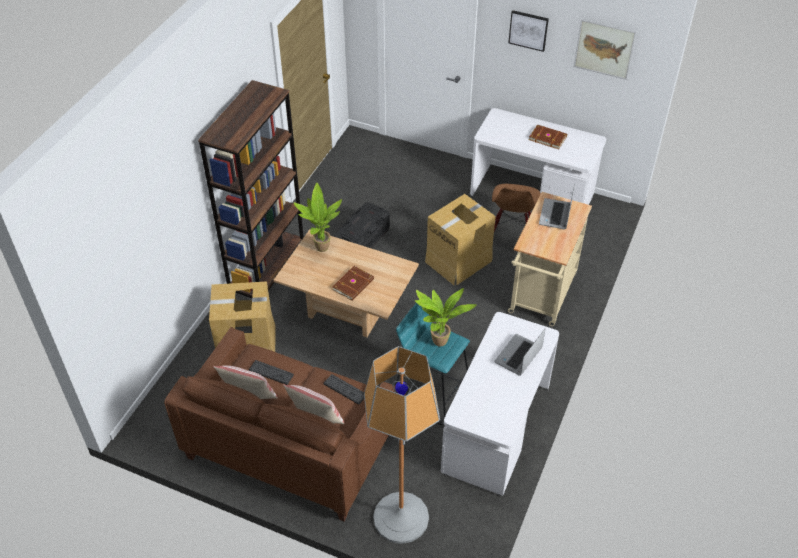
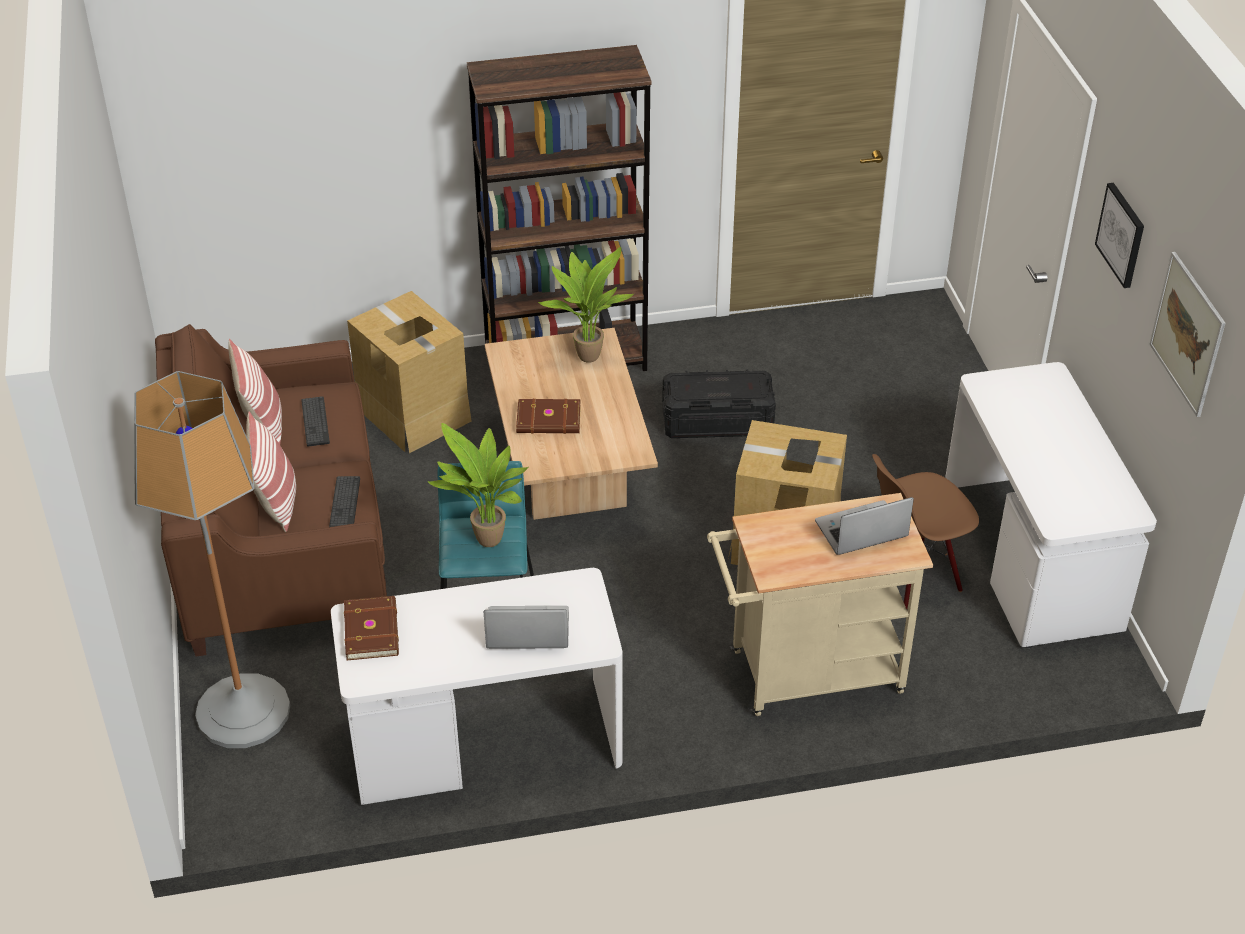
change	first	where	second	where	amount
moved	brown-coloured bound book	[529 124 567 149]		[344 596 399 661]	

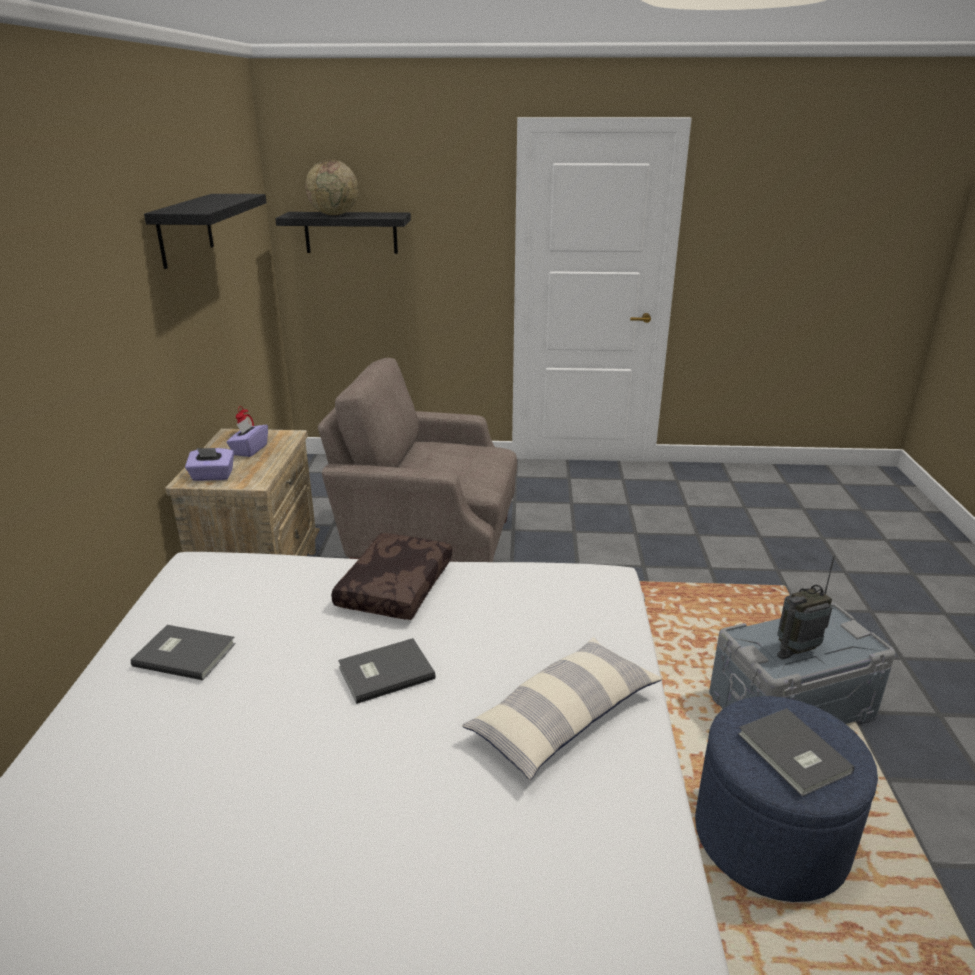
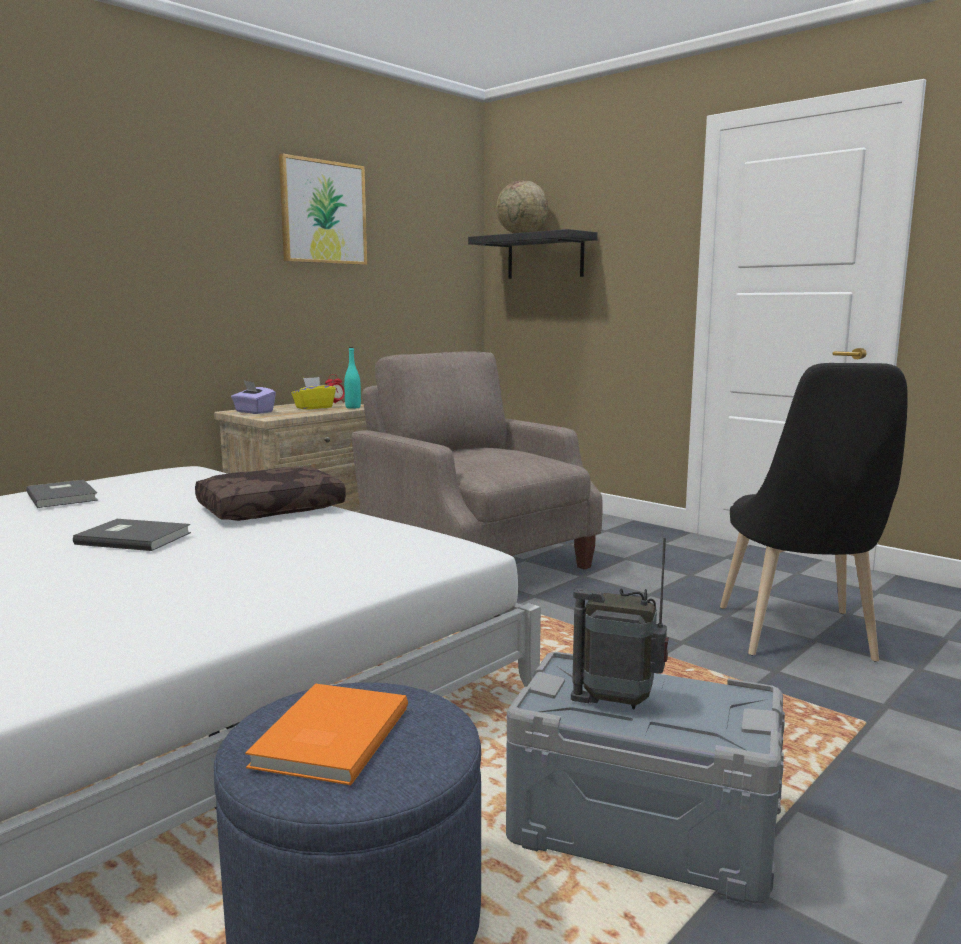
change	first	where	second	where	amount
replaced	blackish bracket shelf	[144 194 267 269]	wall picture	[279 153 367 265]	
recoloured	purplish tissue box	[227 418 268 457]	yellow tissue box	[291 377 336 410]	
removed	cushion	[462 637 662 780]			
recoloured	greyish bound book	[738 708 854 796]	orangey bound book	[245 684 408 785]	
added			turquoise drink bottle	[344 347 361 409]	
added			blackish upright chair	[720 363 908 662]	

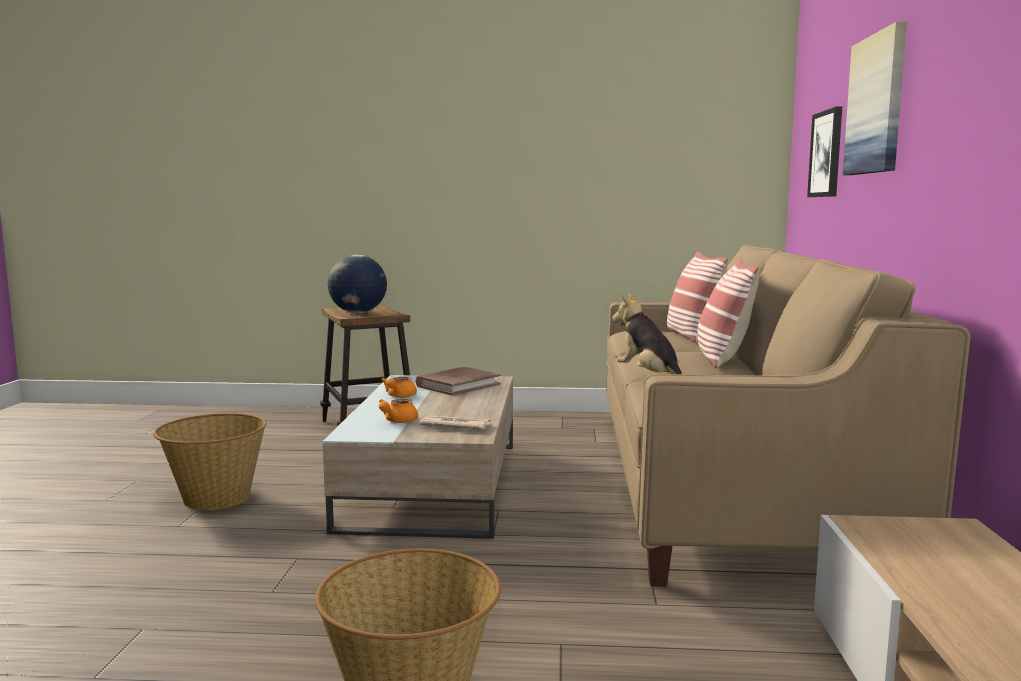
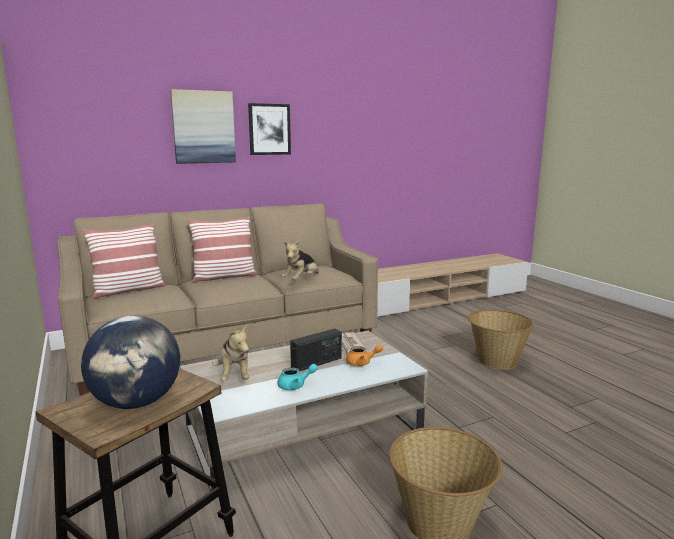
change	first	where	second	where	amount
moved	wall picture	[807 107 842 197]		[248 103 291 155]	
replaced	brown-coloured bound book	[416 367 501 395]	cuddly toy	[213 325 249 381]	
recoloured	orangey teapot	[381 377 417 398]	turquoise teapot	[277 364 318 390]	
added			radio	[290 329 342 371]	

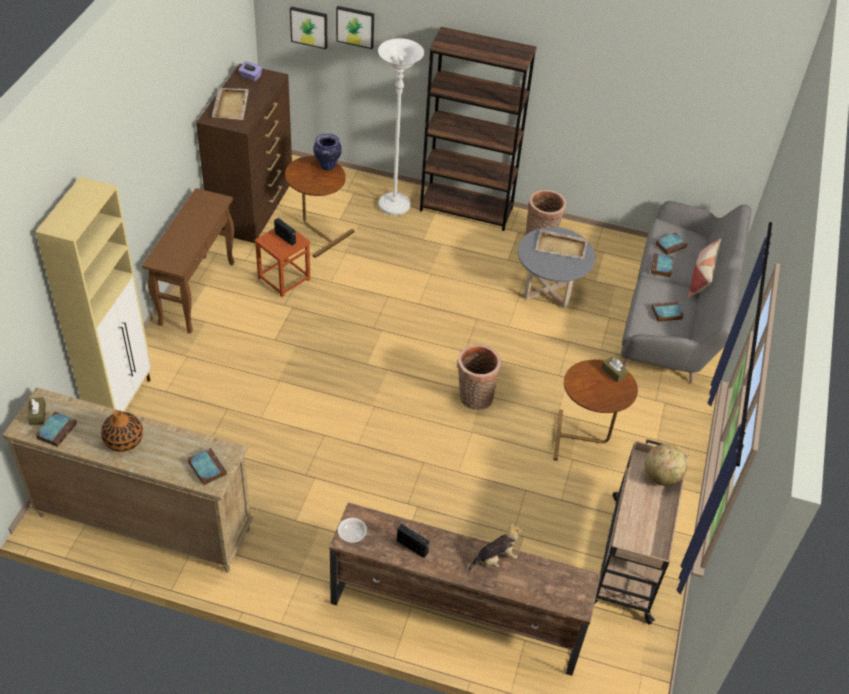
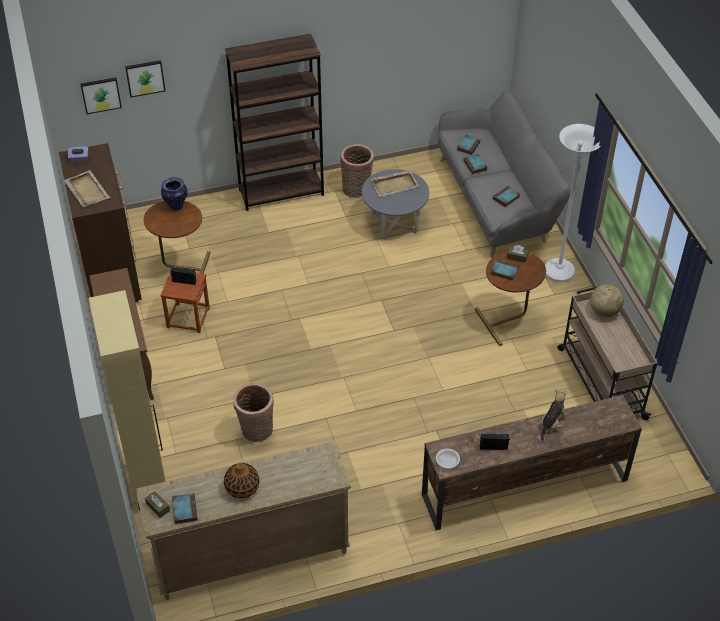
change	first	where	second	where	amount
moved	whitish standard lamp	[378 38 424 215]		[545 124 601 282]	
removed	cushion	[688 238 721 298]			
moved	storage basket	[457 344 501 410]		[233 383 274 442]	
moved	bound book	[188 448 226 486]		[490 259 519 281]	

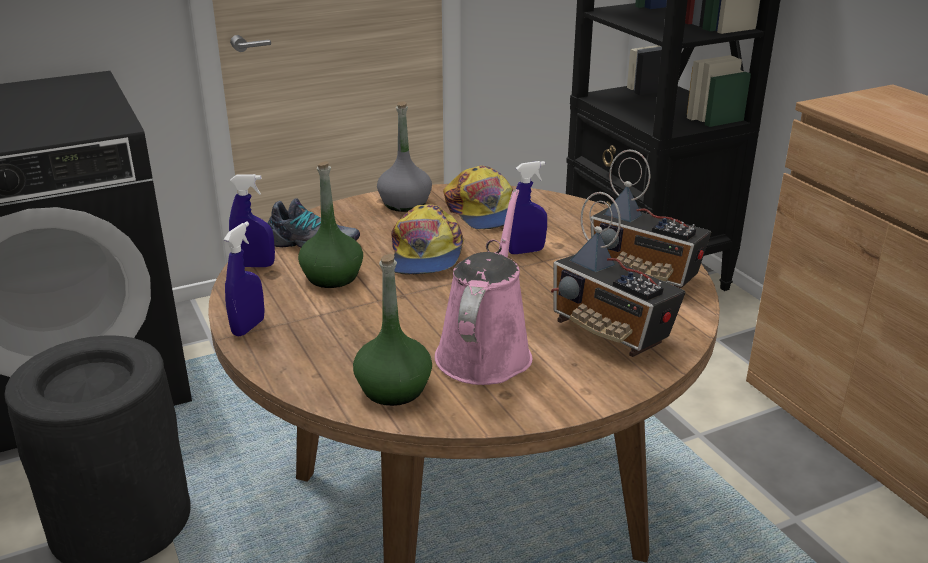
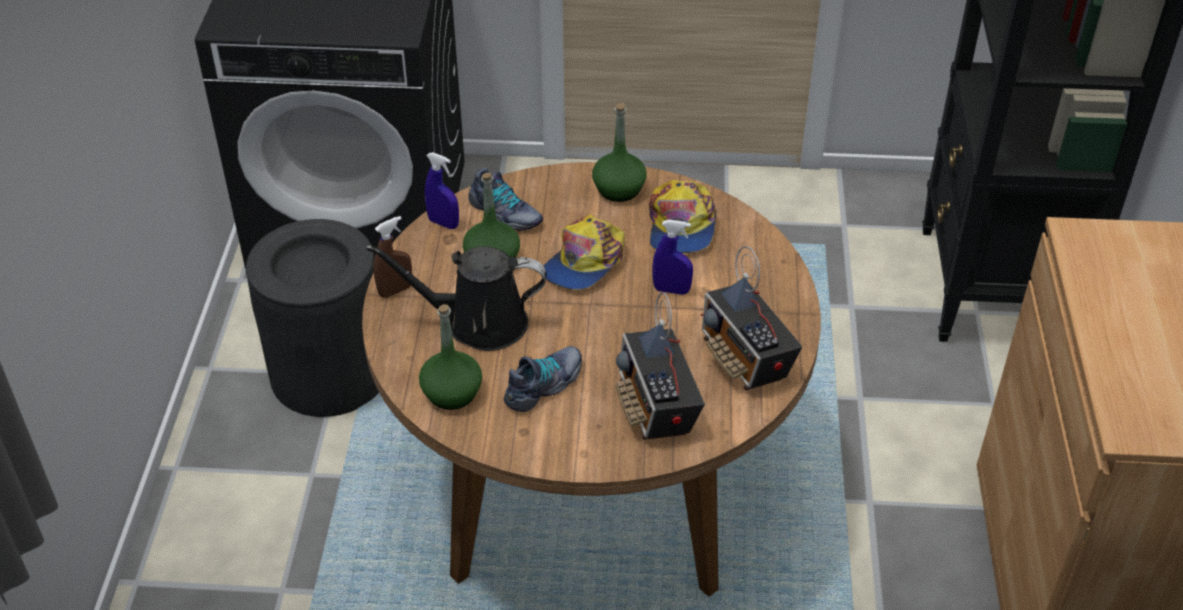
change	first	where	second	where	amount
recoloured	greyish drink bottle	[377 101 432 212]	green drink bottle	[592 103 646 202]	
replaced	pink-coloured watering pot	[435 189 532 385]	item of footwear	[504 346 582 412]	
recoloured	bluish spray bottle	[224 221 265 336]	brown-coloured spray bottle	[374 216 412 298]	
added			blackish watering pot	[366 244 547 351]	

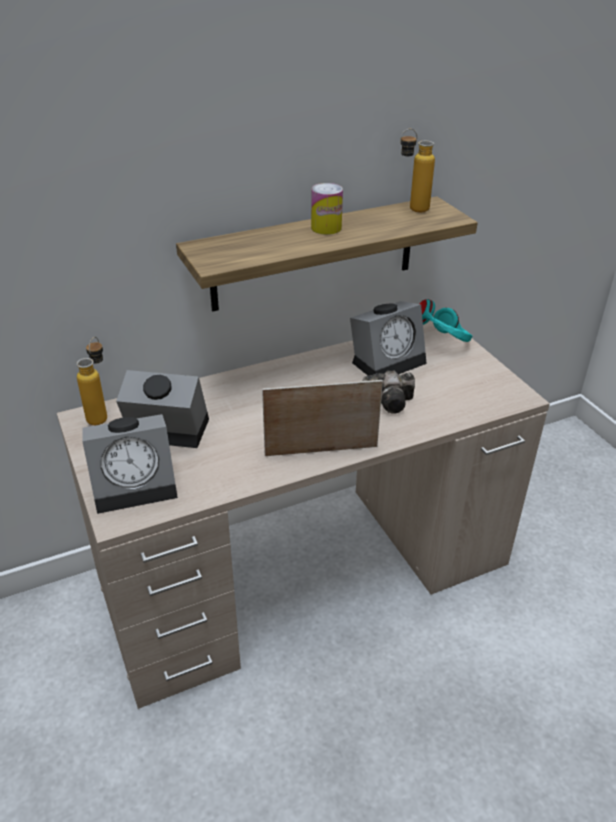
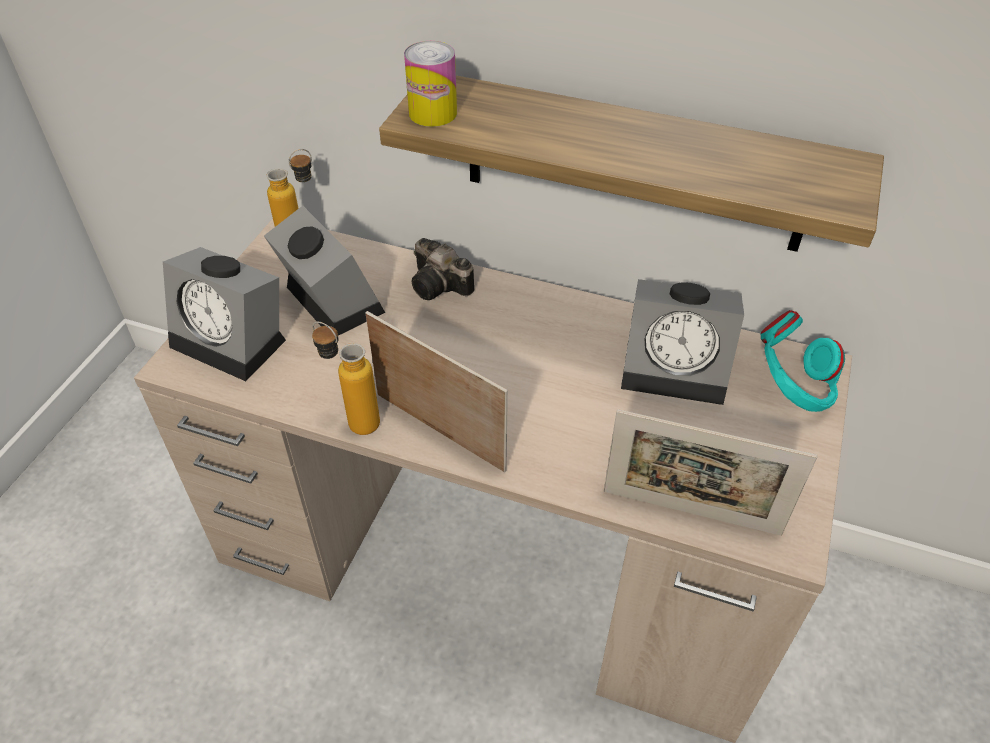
change	first	where	second	where	amount
moved	drink bottle	[400 129 435 213]		[312 322 380 435]	
moved	metal can	[311 183 343 235]		[404 41 457 127]	
moved	still camera	[363 370 415 414]		[412 238 474 300]	
added			picture frame	[604 409 818 536]	

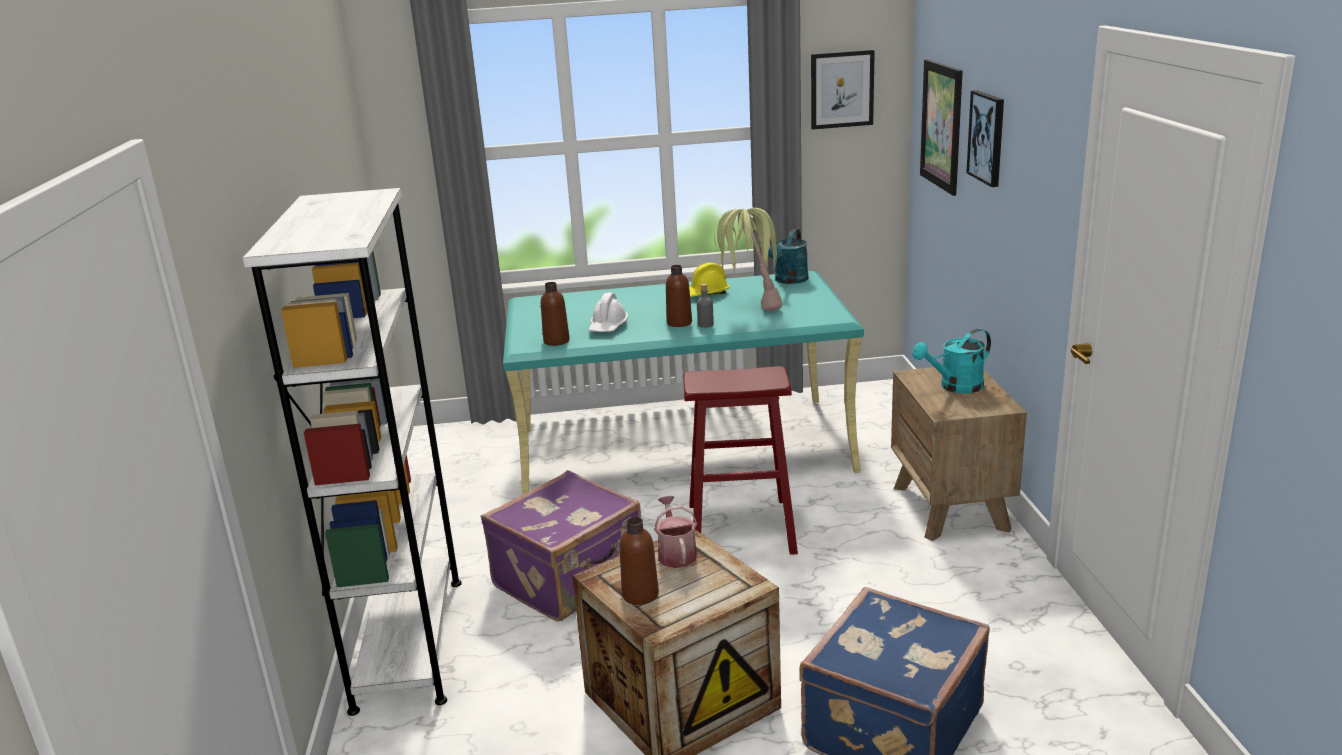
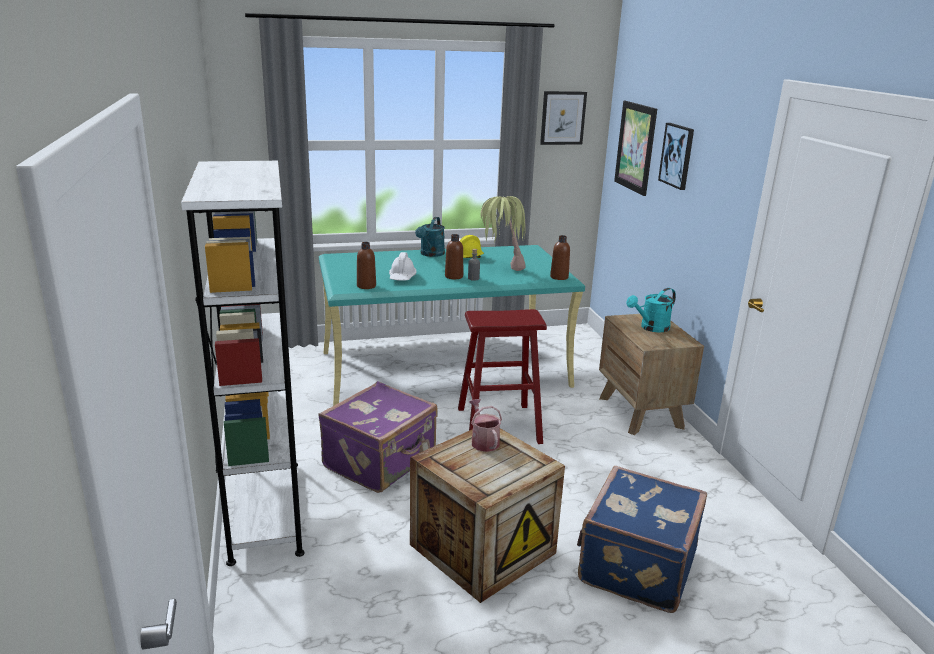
change	first	where	second	where	amount
moved	turquoise watering pot	[768 229 808 284]		[415 217 445 257]	
moved	brown-coloured drink bottle	[620 517 659 605]		[550 235 570 280]	

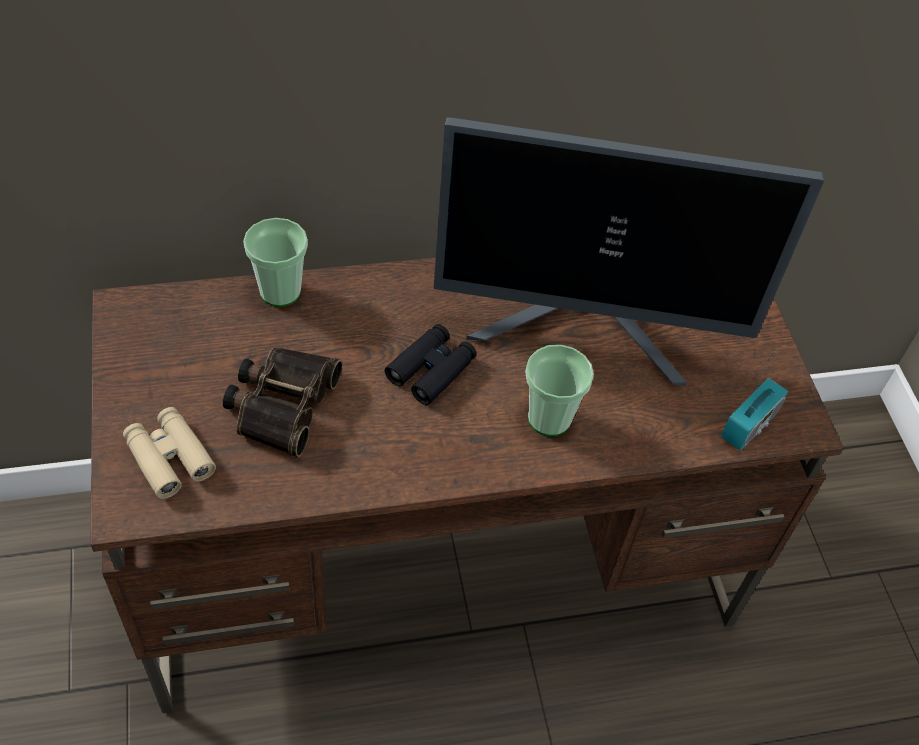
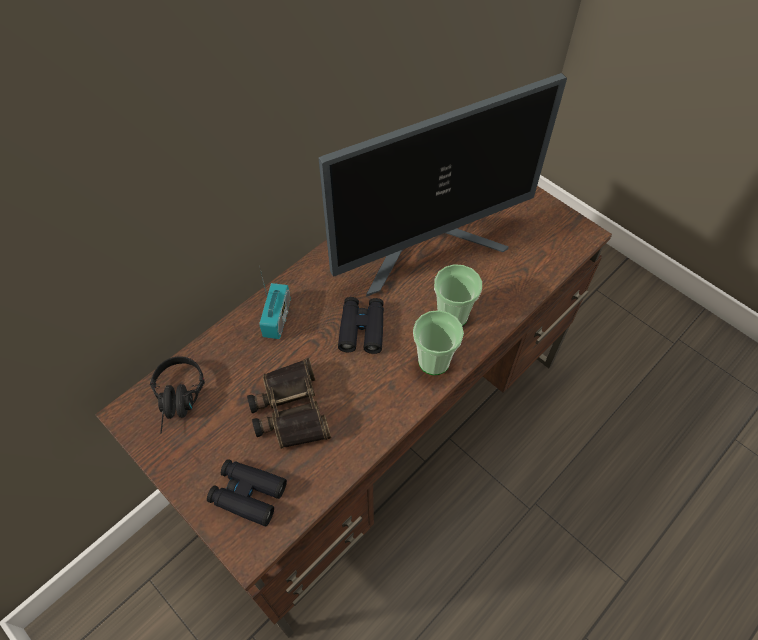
change	first	where	second	where	amount
moved	drinking cup	[243 218 308 307]		[413 310 464 375]	
moved	radio	[721 346 788 451]		[259 265 291 339]	
recoloured	beige field glasses	[123 407 216 499]	blackish field glasses	[207 459 287 526]	
added			blackish headset	[150 356 205 433]	

